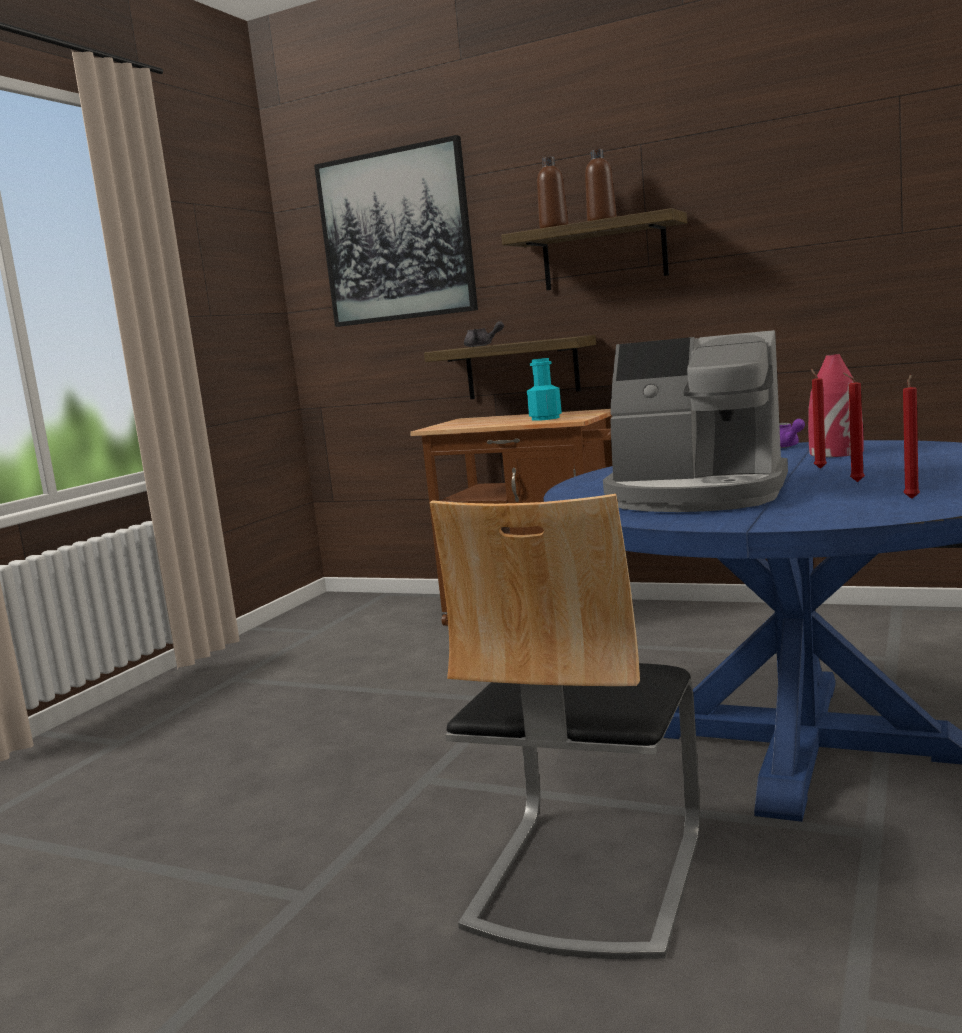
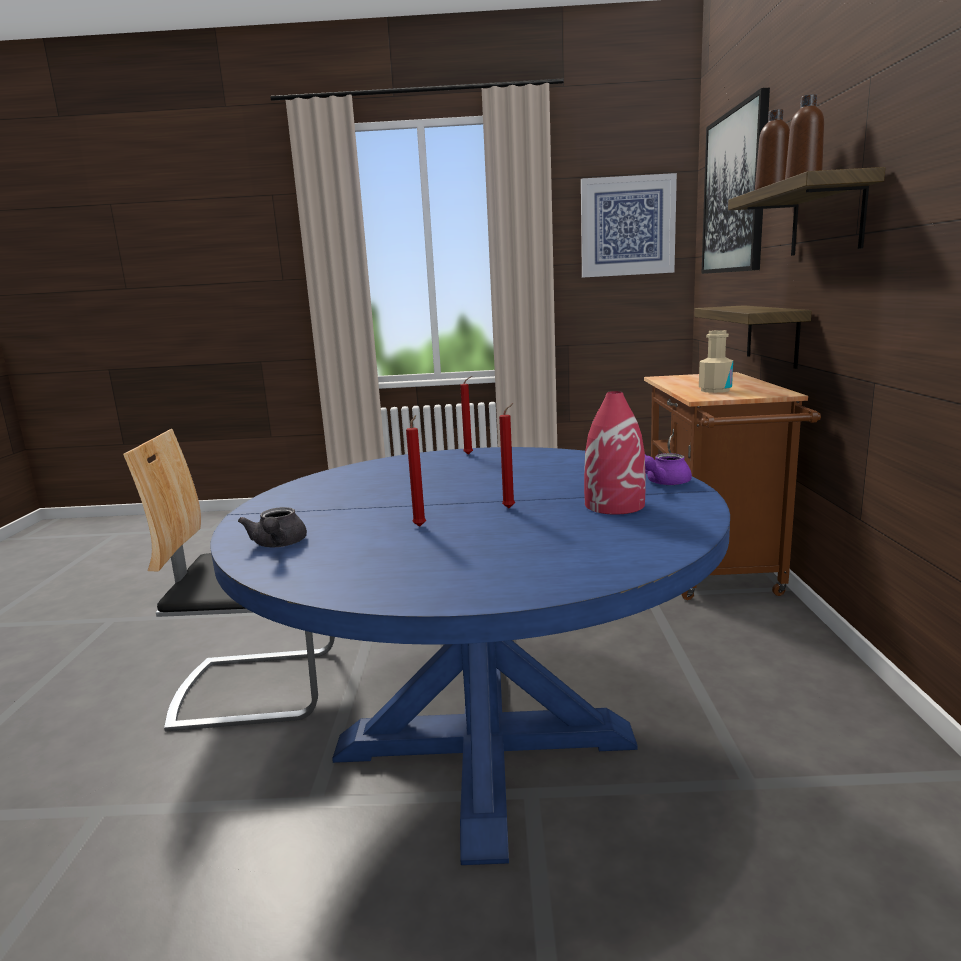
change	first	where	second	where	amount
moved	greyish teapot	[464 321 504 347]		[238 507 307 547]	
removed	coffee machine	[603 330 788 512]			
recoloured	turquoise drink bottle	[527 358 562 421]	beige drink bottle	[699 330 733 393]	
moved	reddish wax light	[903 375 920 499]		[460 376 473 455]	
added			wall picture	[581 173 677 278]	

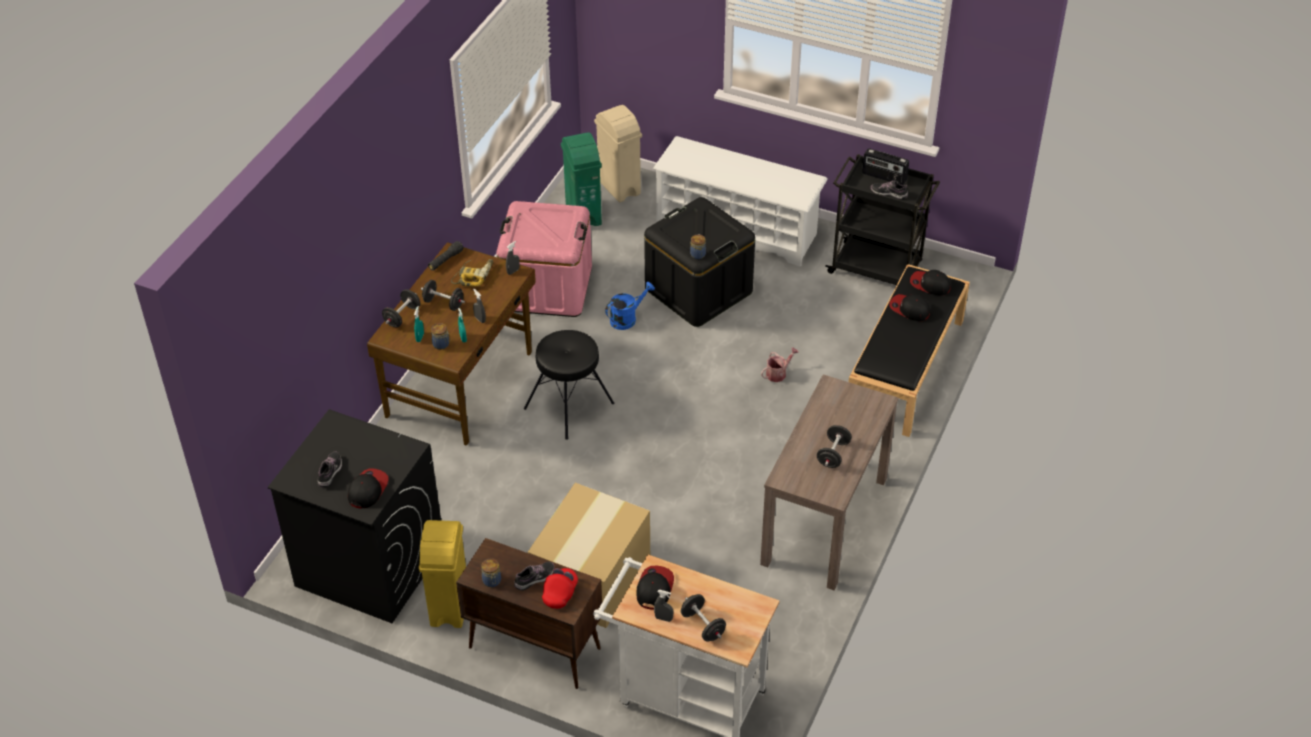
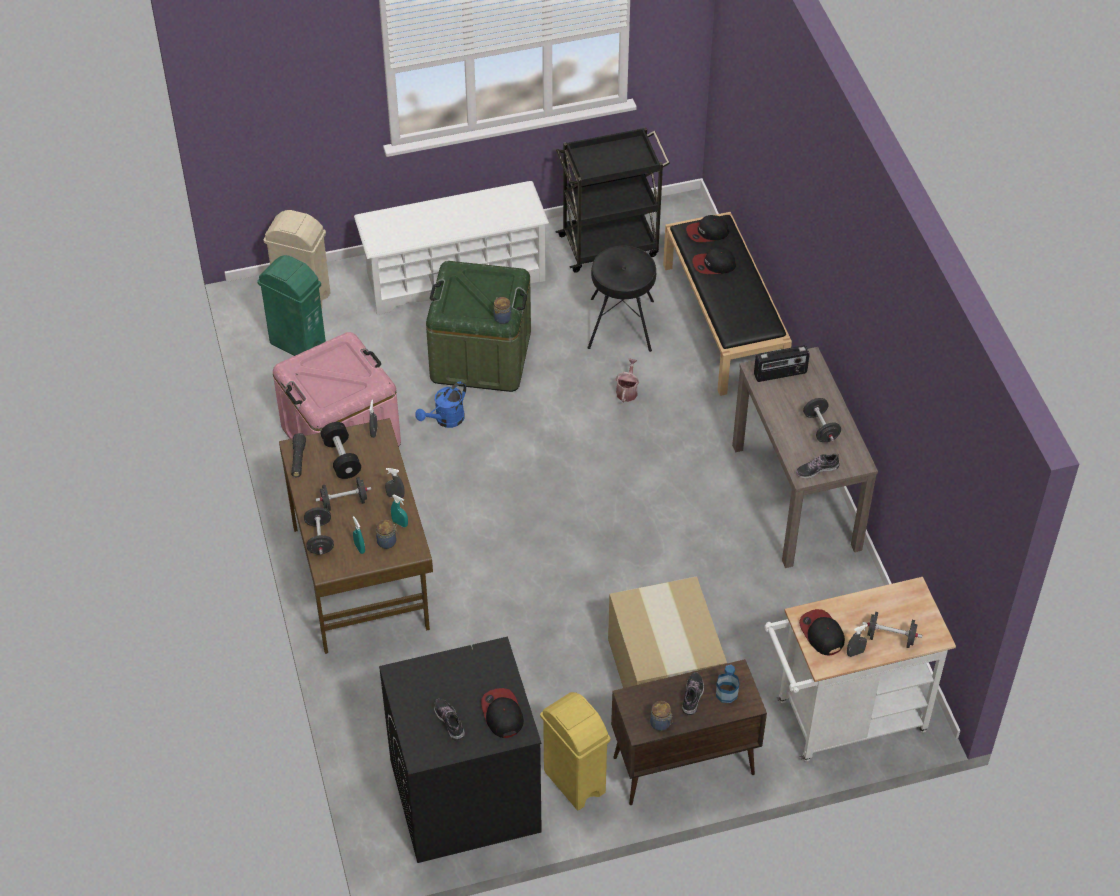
change	first	where	second	where	amount
moved	radio	[862 148 909 185]		[754 345 810 382]	
moved	item of footwear	[871 180 908 199]		[796 454 840 479]	
recoloured	blackish storage box	[644 197 755 327]	green storage box	[426 261 531 392]	
replaced	electric drill	[451 259 493 287]	blackish dumbbell	[321 422 361 479]	
turned	bluish watering pot	[605 282 655 330]		[415 382 466 428]	150 degrees counterclockwise
moved	blackish stool seat	[524 330 614 440]		[587 246 656 352]	
replaced	reddish peaked cap	[542 568 578 609]	drink bottle	[716 665 739 703]	

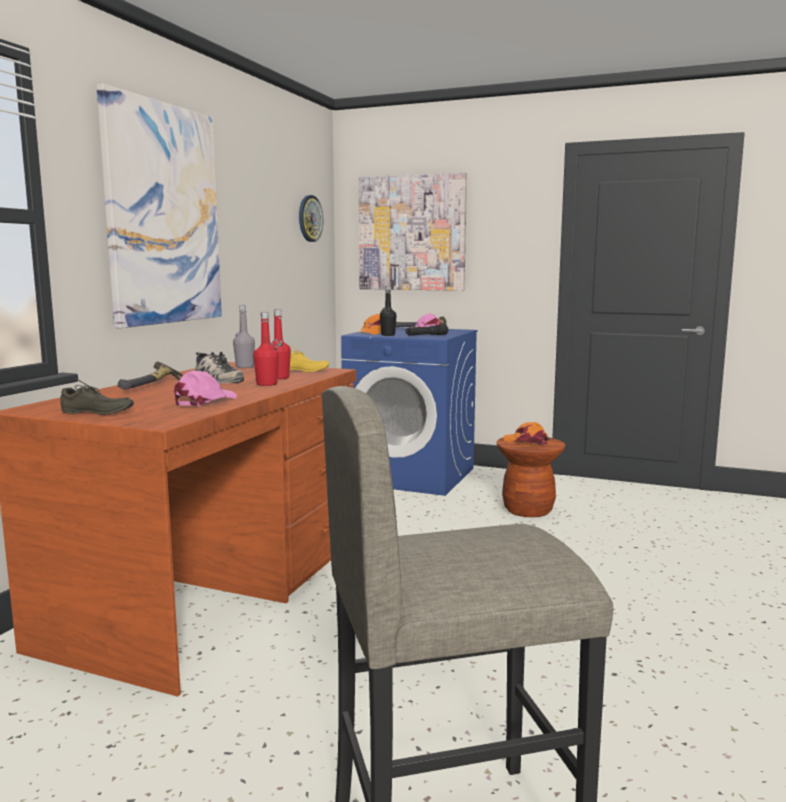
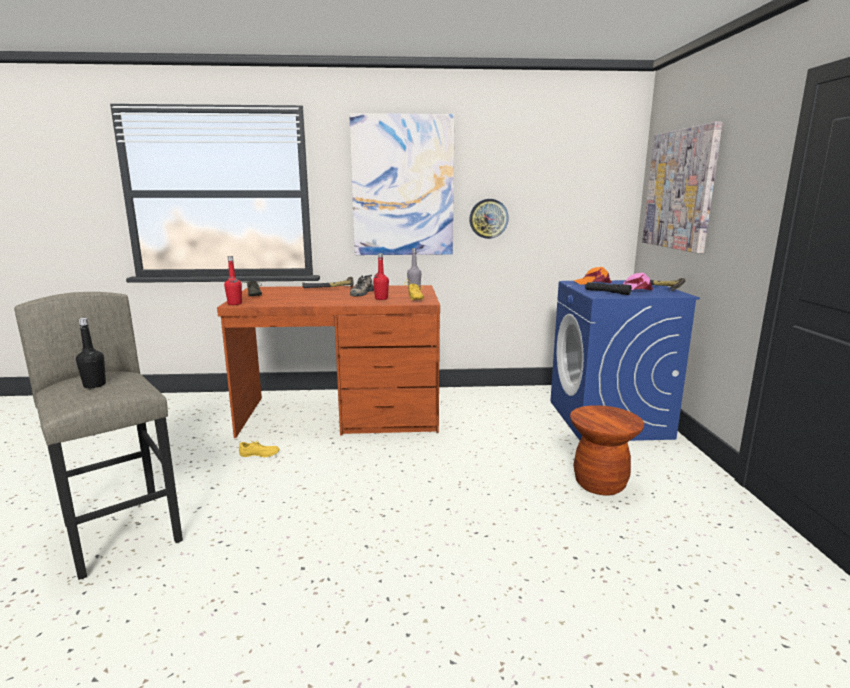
change	first	where	second	where	amount
moved	clock on the wall	[299 195 323 242]		[469 199 509 239]	
moved	blackish drink bottle	[380 286 397 336]		[76 318 106 388]	
moved	reddish drink bottle	[253 312 279 386]		[224 256 242 305]	
removed	pink-coloured peaked cap	[174 371 237 406]			
removed	orangey peaked cap	[503 422 549 444]			
added			yellow item of footwear	[239 440 280 457]	

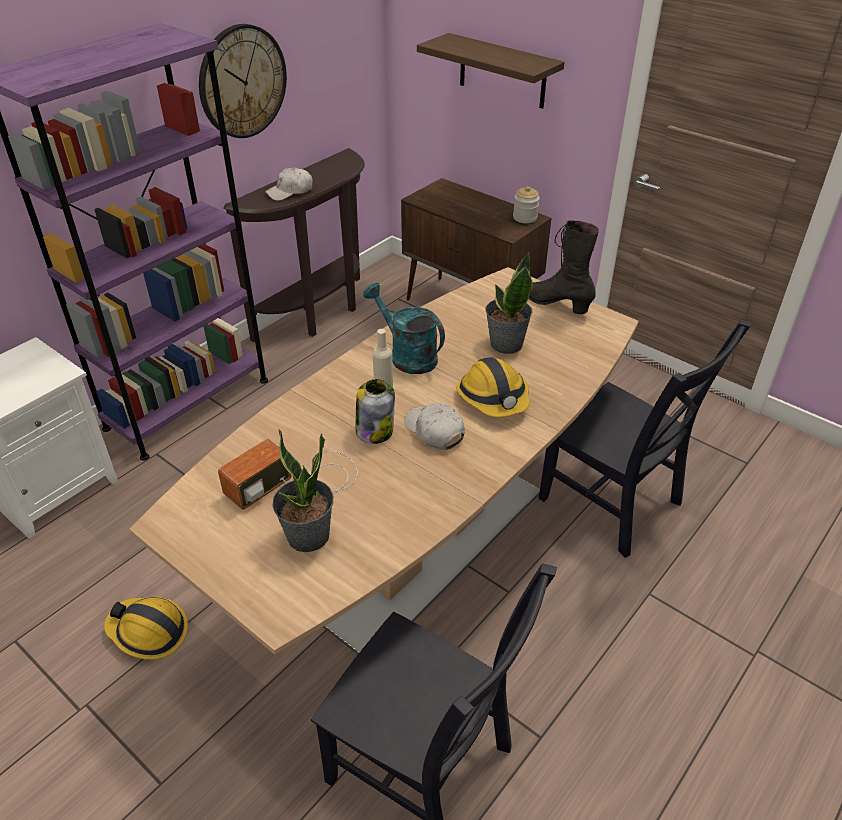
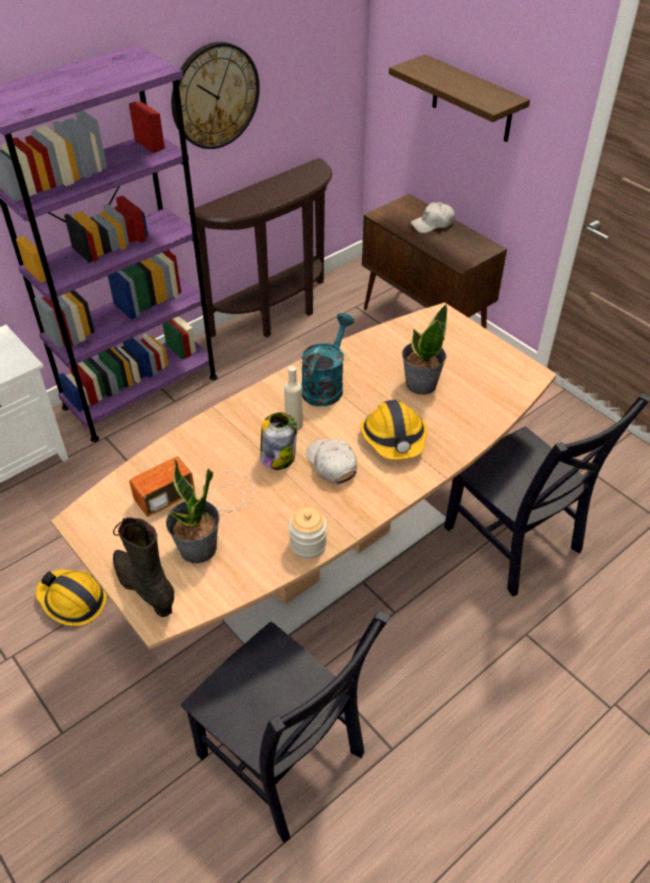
change	first	where	second	where	amount
moved	whitish peaked cap	[265 168 313 201]		[411 202 455 233]	
moved	storage jar	[513 186 540 223]		[289 507 327 559]	
moved	blackish high-top boot	[529 220 599 314]		[113 517 174 617]	
turned	turquoise watering pot	[363 283 445 374]		[301 313 354 406]	60 degrees clockwise

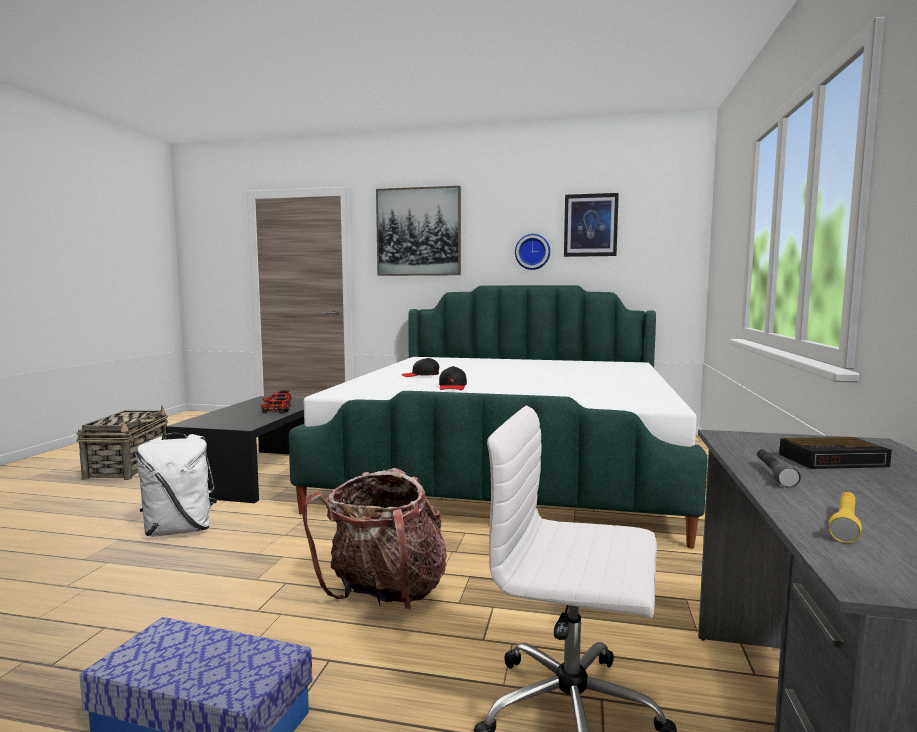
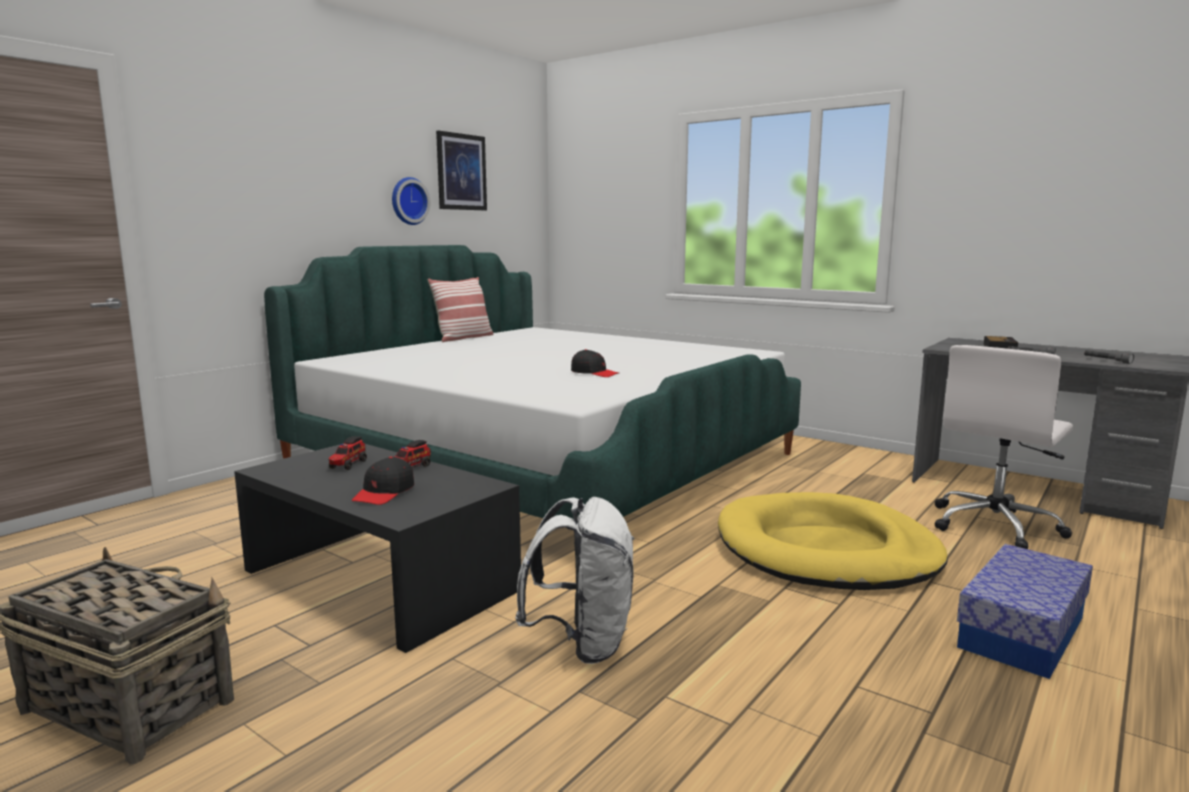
change	first	where	second	where	amount
removed	wall picture	[376 186 461 276]			
moved	blackish peaked cap	[402 358 439 377]		[352 457 414 505]	
replaced	knapsack	[303 468 447 610]	yellow dog bed	[718 492 948 590]	
recoloured	yellow hand torch	[829 492 862 543]	greyish hand torch	[1084 350 1134 364]	
added			cushion	[428 277 493 342]	

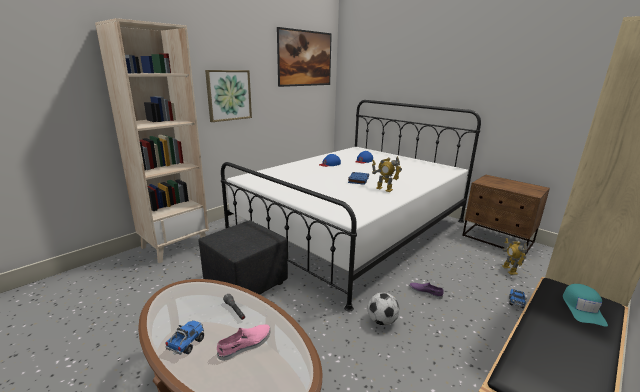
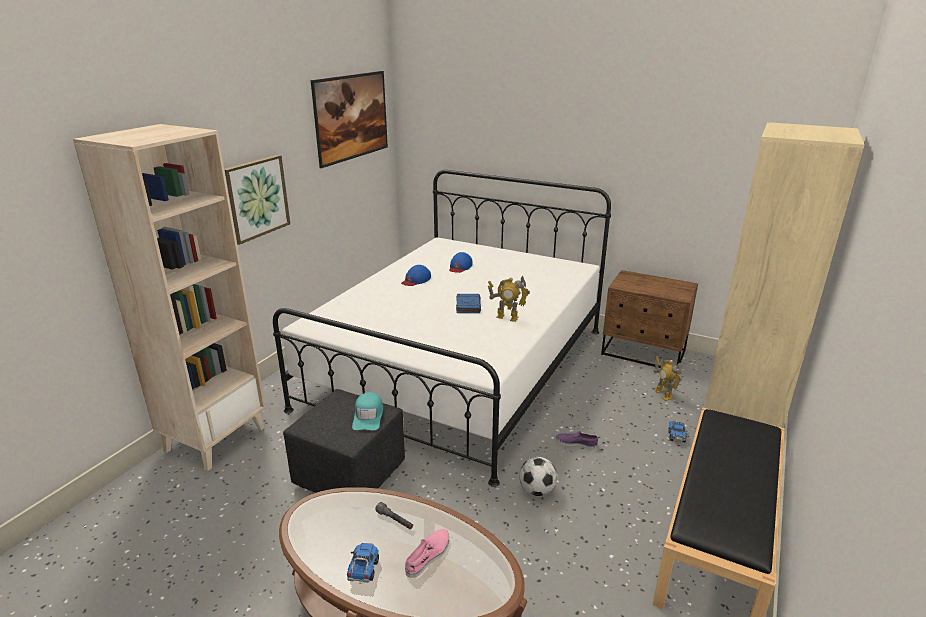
change	first	where	second	where	amount
moved	turquoise peaked cap	[563 284 608 327]		[352 392 383 430]	

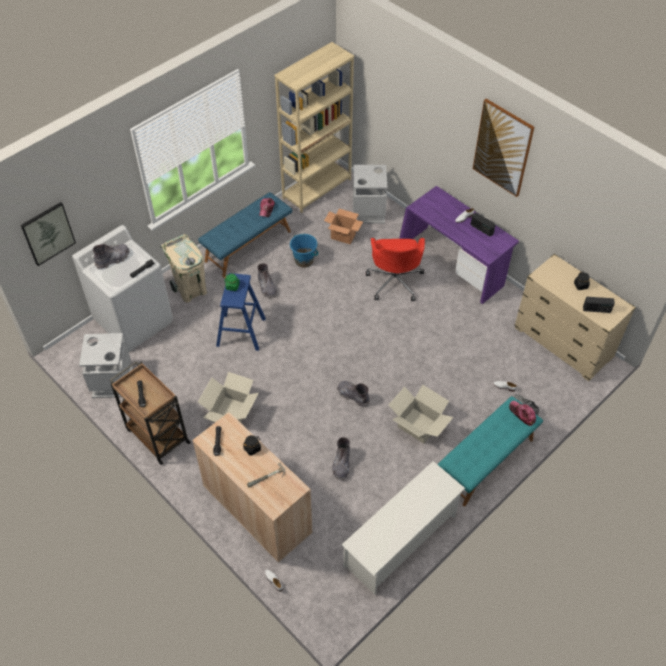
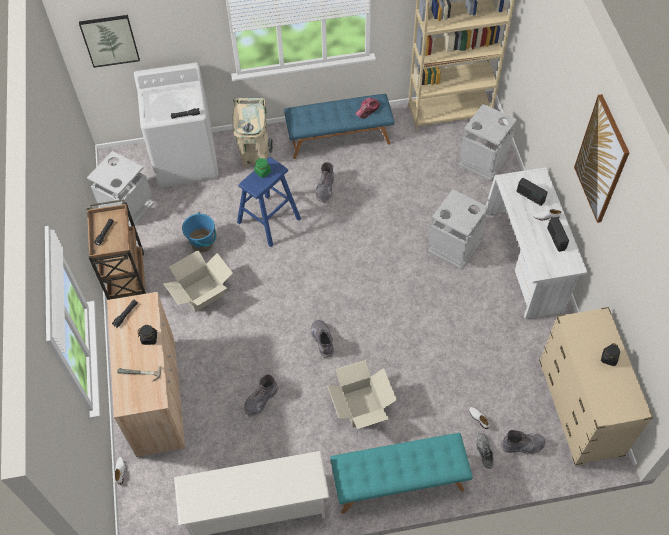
change	first	where	second	where	amount
recoloured	purplish desk table	[399 186 519 304]	whitish desk table	[484 167 587 319]	
removed	cardboard box	[324 209 363 244]			
moved	bluish water bucket	[290 234 318 268]		[182 212 216 252]	
replaced	reddish computer chair	[366 238 425 301]	greyish waste bin	[427 189 488 270]	
moved	greyish high-top boot	[93 244 130 269]		[501 430 545 455]	
moved	radio	[583 297 615 313]		[517 178 548 206]	
removed	peaked cap	[509 401 536 426]			

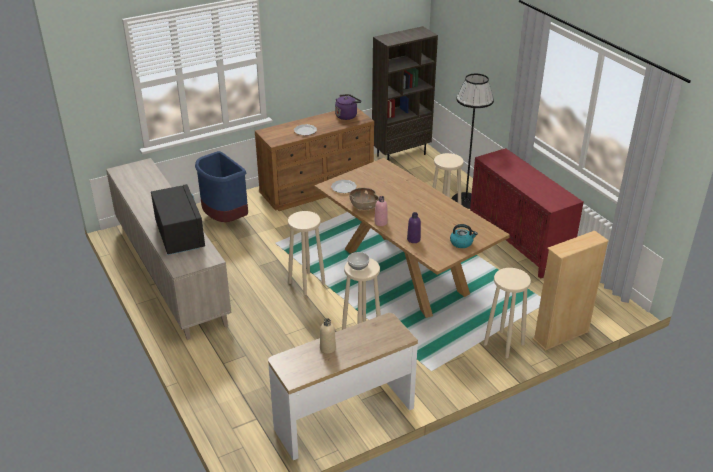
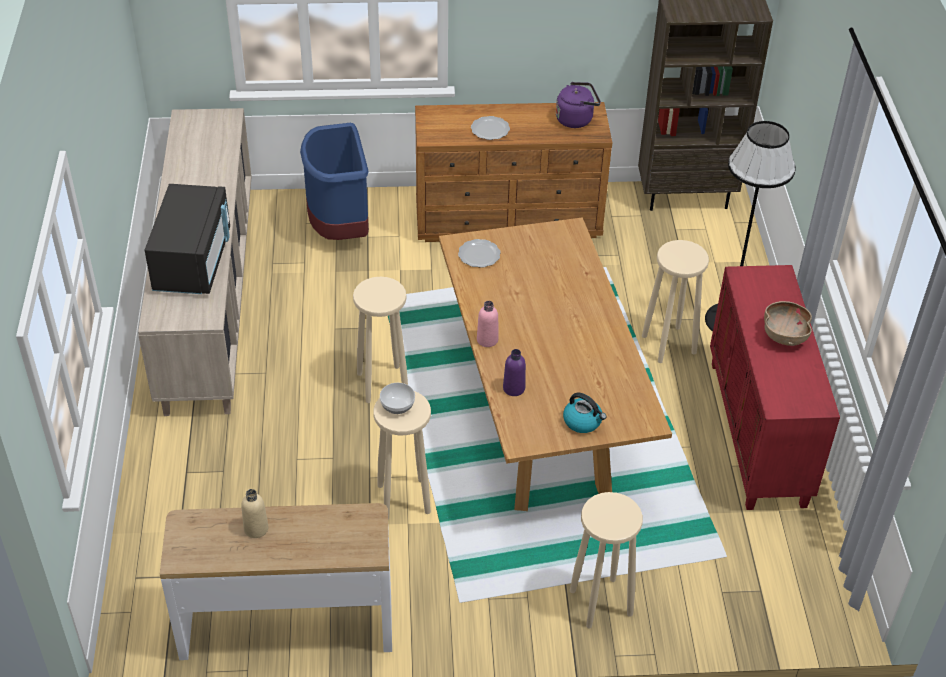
change	first	where	second	where	amount
moved	brown-coloured deep dish	[349 188 379 210]		[764 301 812 346]	
removed	beige bookshelf	[533 231 609 351]			

